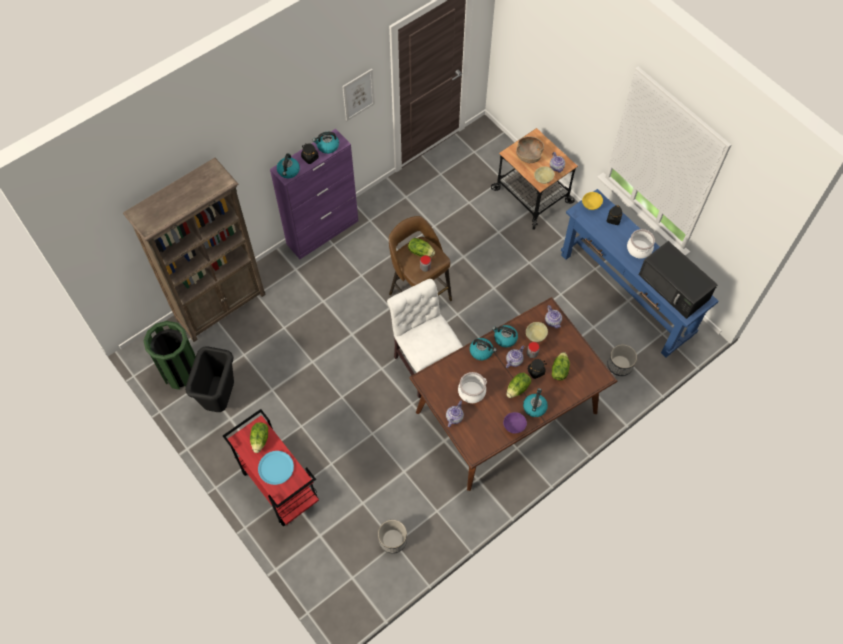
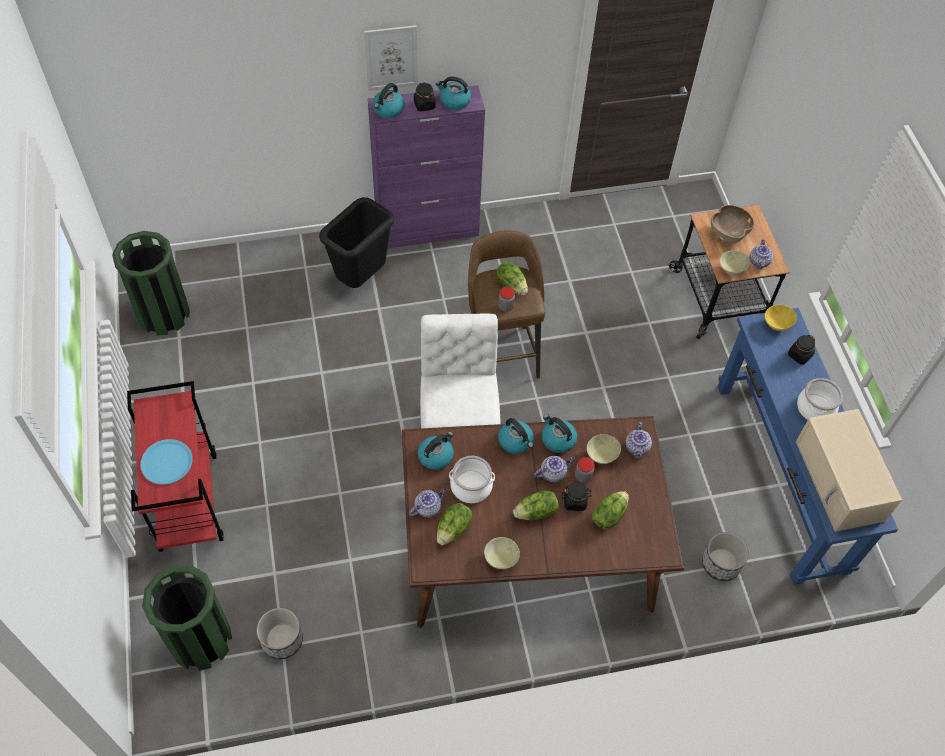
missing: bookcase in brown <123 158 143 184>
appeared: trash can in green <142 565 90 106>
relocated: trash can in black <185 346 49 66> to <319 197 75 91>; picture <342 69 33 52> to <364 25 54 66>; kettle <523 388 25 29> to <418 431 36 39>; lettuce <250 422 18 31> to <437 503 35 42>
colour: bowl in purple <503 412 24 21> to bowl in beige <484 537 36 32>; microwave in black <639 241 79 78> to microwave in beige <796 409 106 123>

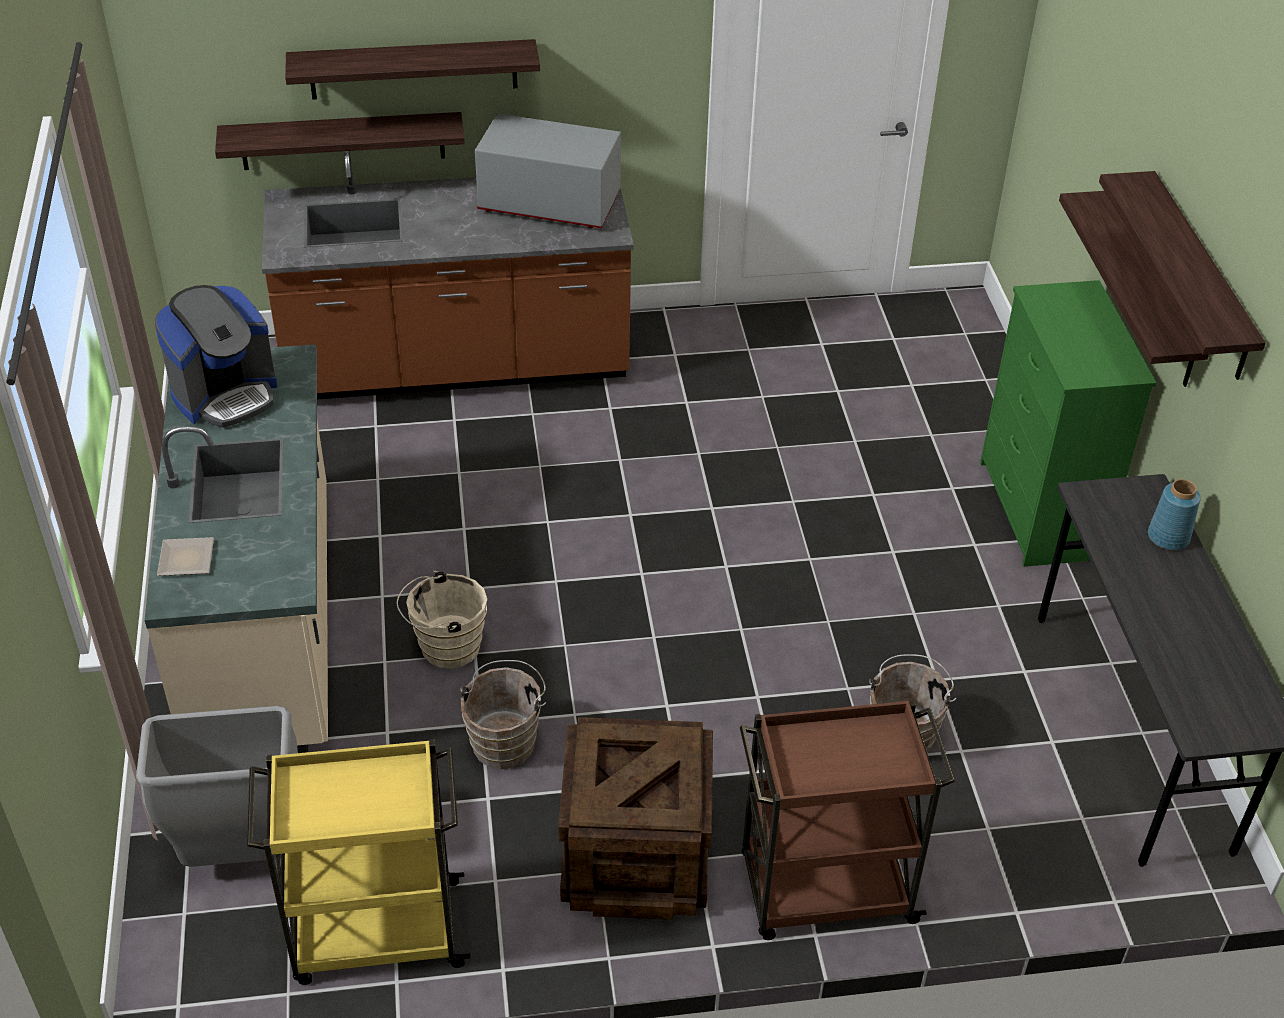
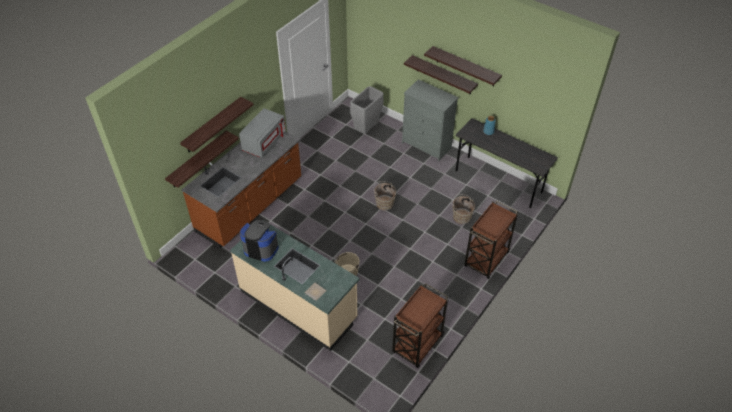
missing: crate <558 717 155 203>
relocated: trash can in grey <136 706 162 161> to <350 86 34 48>; bucket in brown <460 660 86 109> to <373 181 23 30>
colour: cart in yellow <247 739 223 246> to cart in brown <392 283 56 85>; dresser in green <980 280 176 287> to dresser in grey <402 79 57 82>
spun: microwave in grey <475 113 146 115> = <239 108 47 50> 150 degrees clockwise; coffee machine <155 285 122 142> = <240 220 39 42> 75 degrees counterclockwise

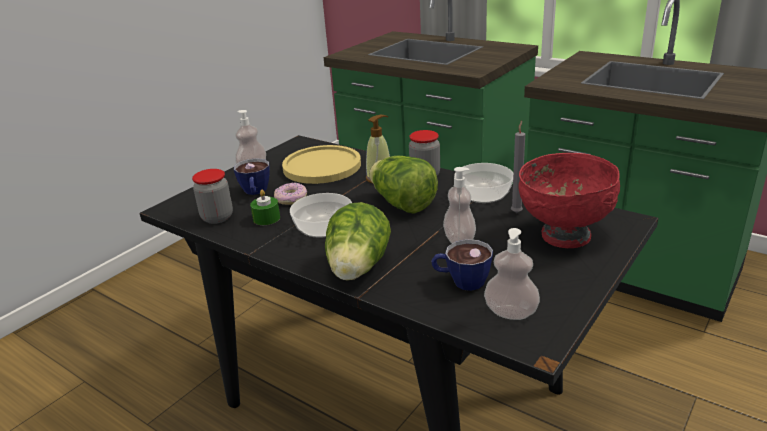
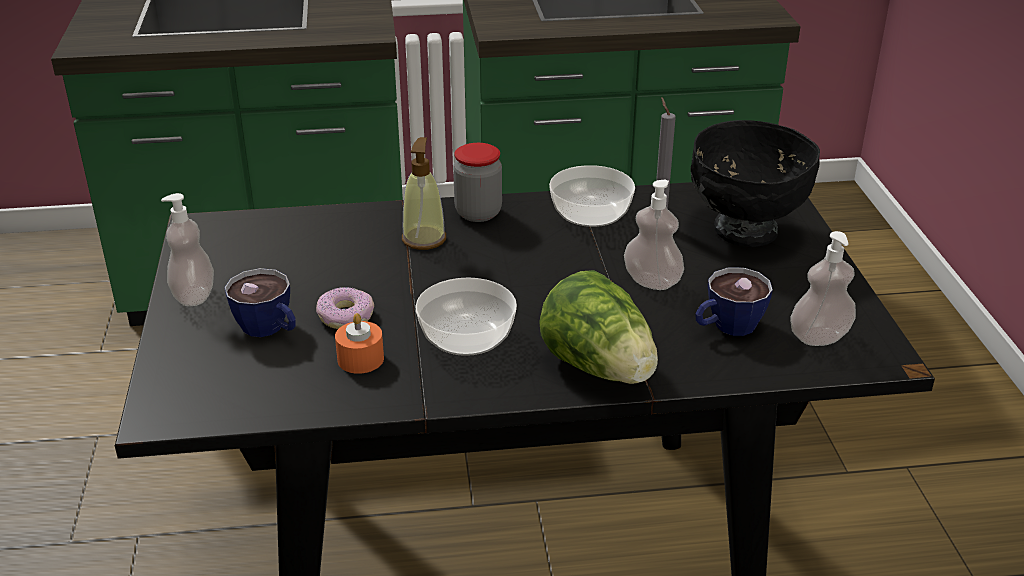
missing: jar <192 169 41 55>; plate in yellow <282 145 79 39>; lettuce <370 155 68 59>
colour: candle in green <250 190 30 35> to candle in orange <335 313 49 61>; bowl in red <518 153 102 95> to bowl in black <691 120 129 127>

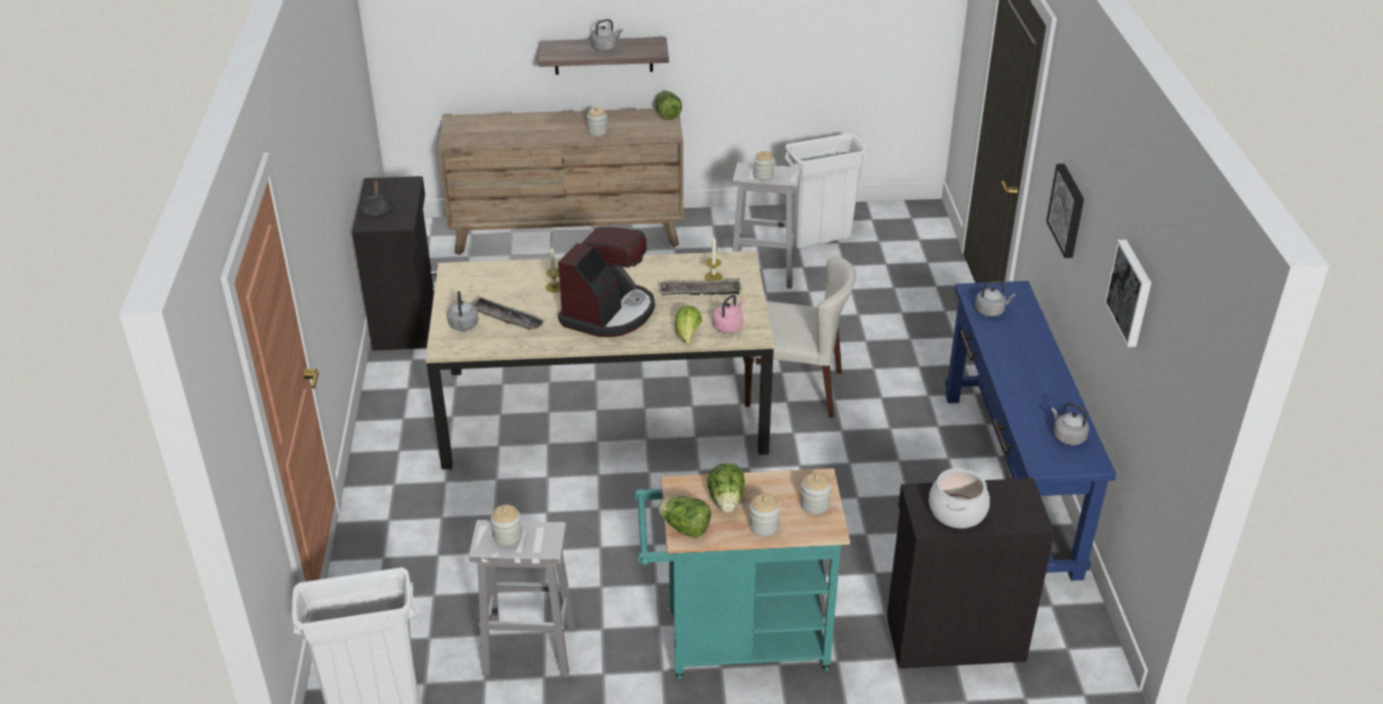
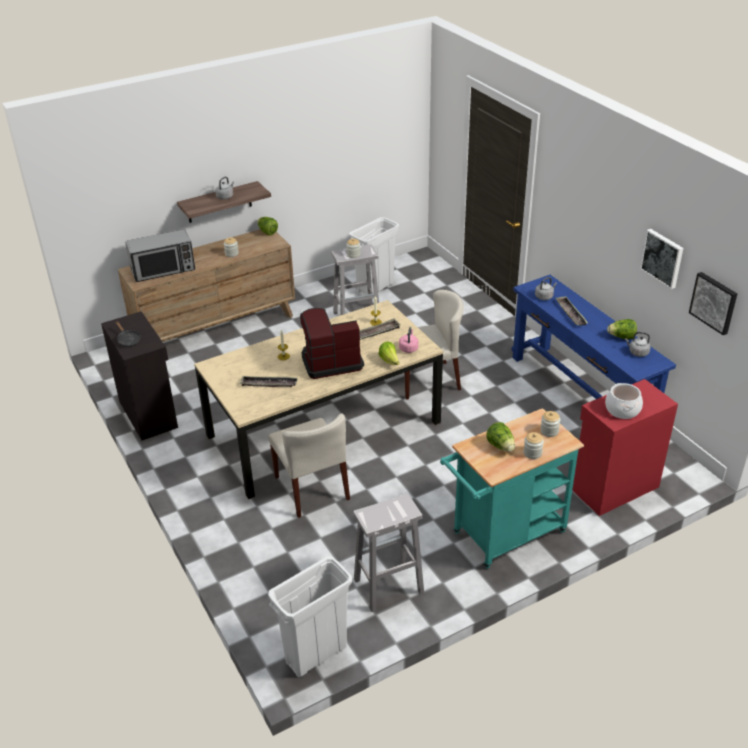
missing: kettle in grey <447 291 32 40>; jar <491 505 31 41>
appeared: microwave <125 229 70 53>; chair in beige <268 413 82 105>; tray <555 296 33 30>
relocated: lettuce <658 496 53 43> to <607 319 30 20>; picture <1046 164 38 94> to <689 272 48 63>
colour: cabinet in black <887 478 168 191> to cabinet in red <572 379 106 137>
spun: coffee machine <558 227 97 110> = <300 308 64 71> 105 degrees counterclockwise

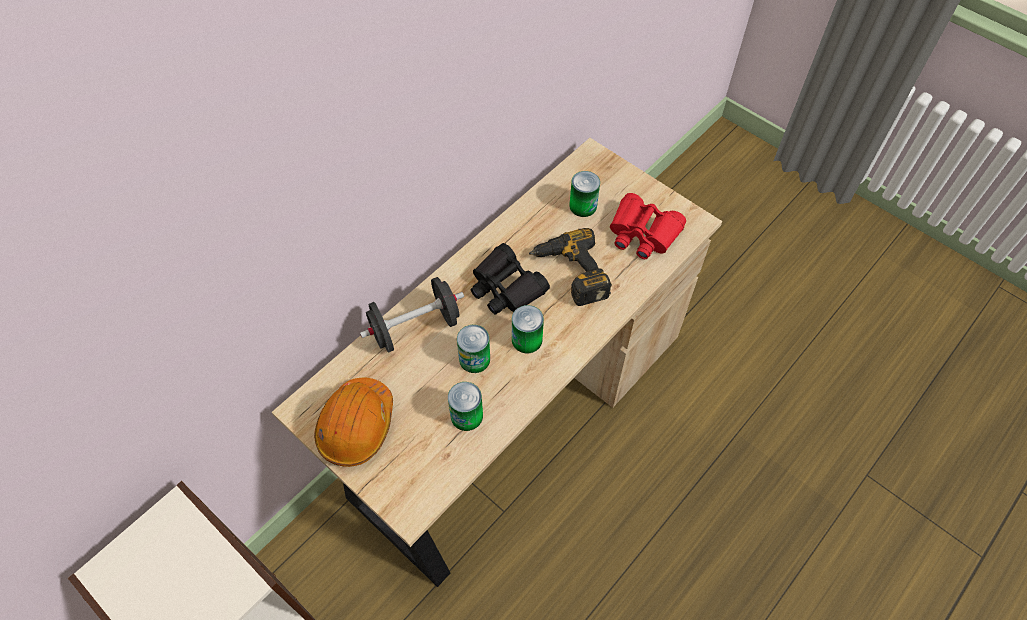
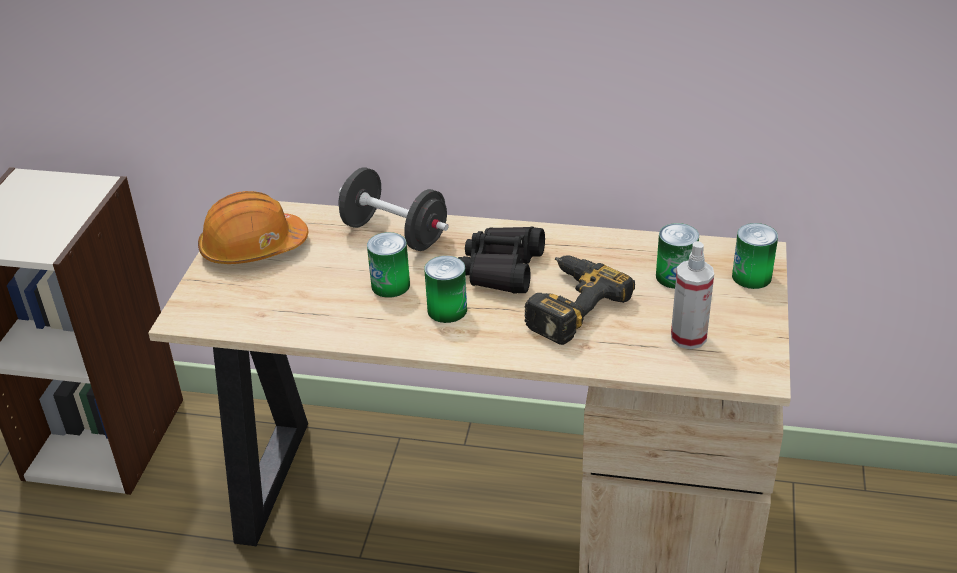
relocated: can <448 382 35 49> to <732 223 46 66>
exchanged: binoculars in red <610 193 76 66> to spray bottle <671 241 43 108>

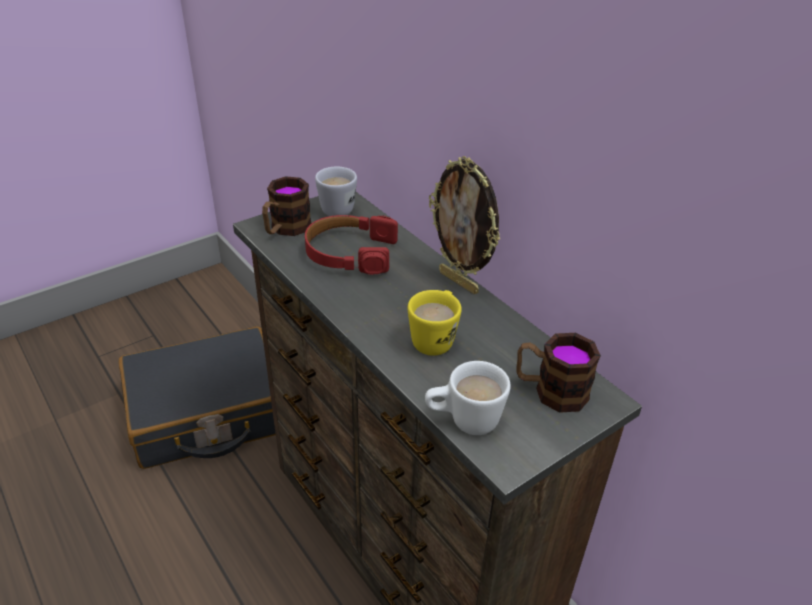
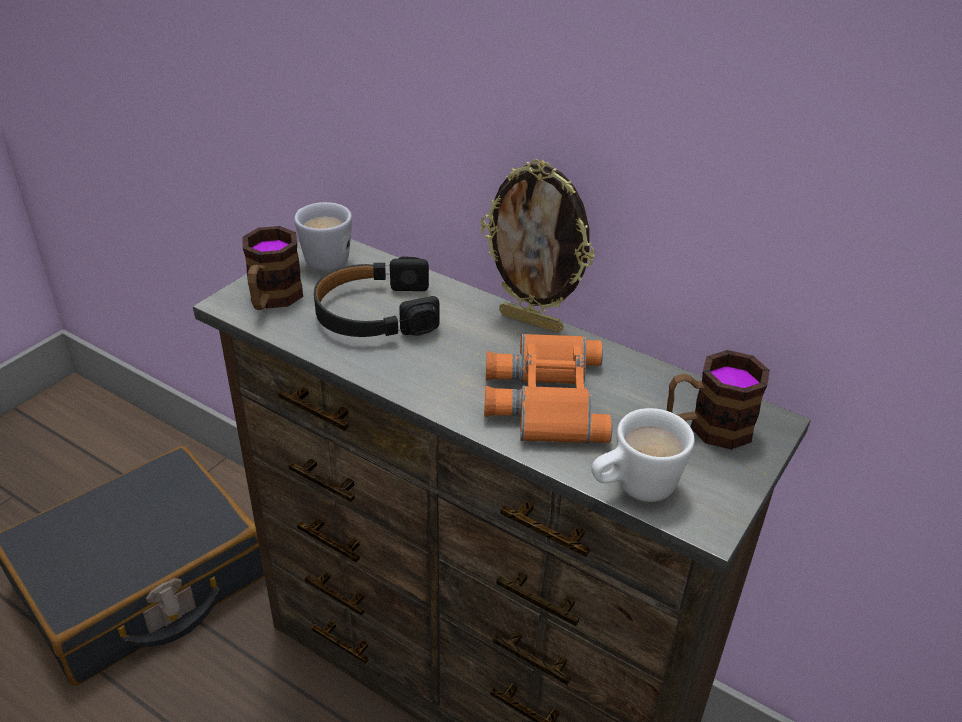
exchanged: mug in yellow <408 290 54 66> to binoculars in orange <484 334 128 110>
colour: headphones in red <305 215 93 60> to headphones in black <314 256 126 81>

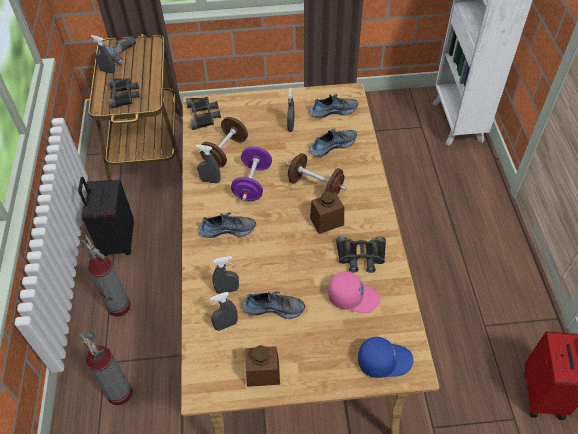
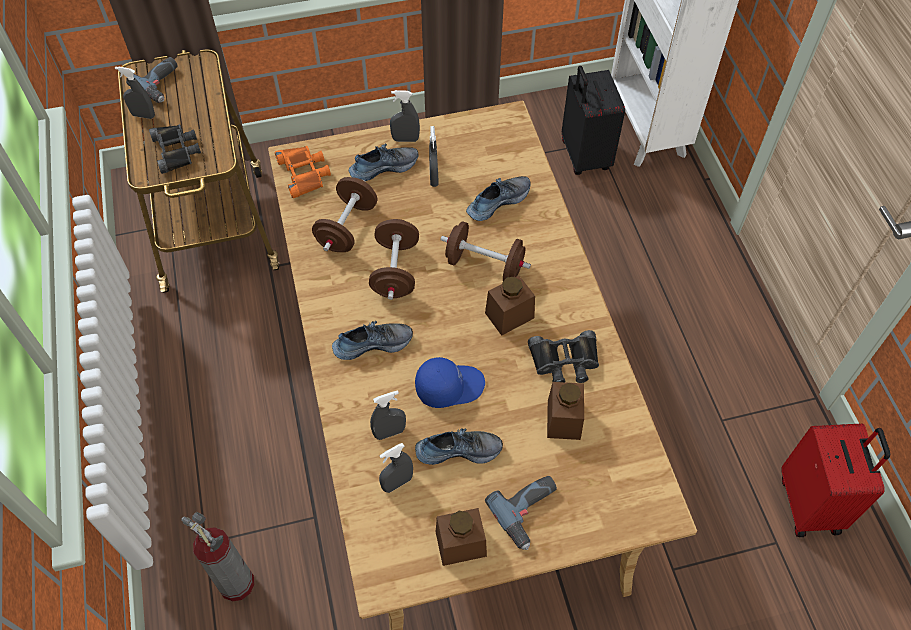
missing: fire extinguisher <80 235 50 82>
appeared: power drill <485 476 72 74>
relocated: shoe <309 94 49 24> to <349 144 70 37>; spray bottle in grey <196 145 25 38> to <390 90 30 52>; cap in blue <358 337 56 41> to <415 357 70 51>; suitcase in black <78 177 56 79> to <562 66 63 109>
exchanged: cap in pink <328 271 52 42> to jar in brown <547 382 37 58>
colour: binoculars in black <186 97 35 33> to binoculars in orange <275 146 56 52>; dumbbell in purple <231 147 41 54> to dumbbell in brown <369 219 50 81>

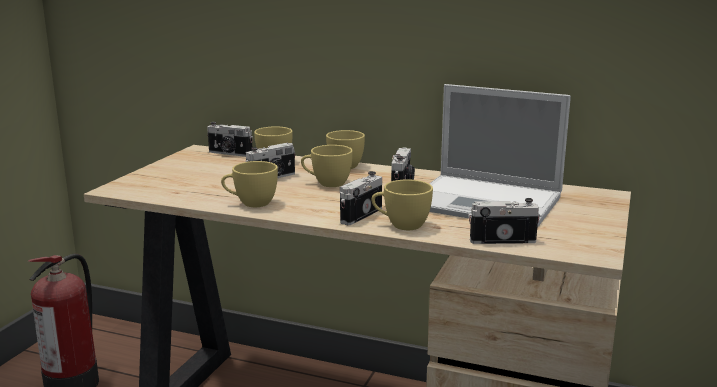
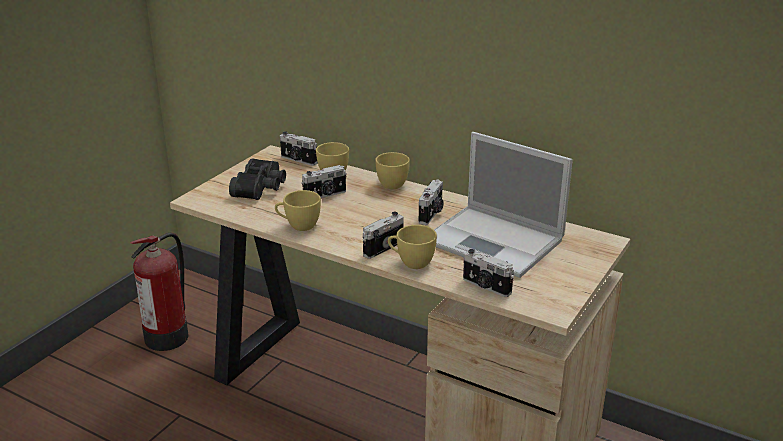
missing: cup in yellow <301 145 52 42>
appeared: binoculars in black <229 159 57 41>
spun: photo camera <468 198 72 46> = <463 249 51 48> 150 degrees counterclockwise

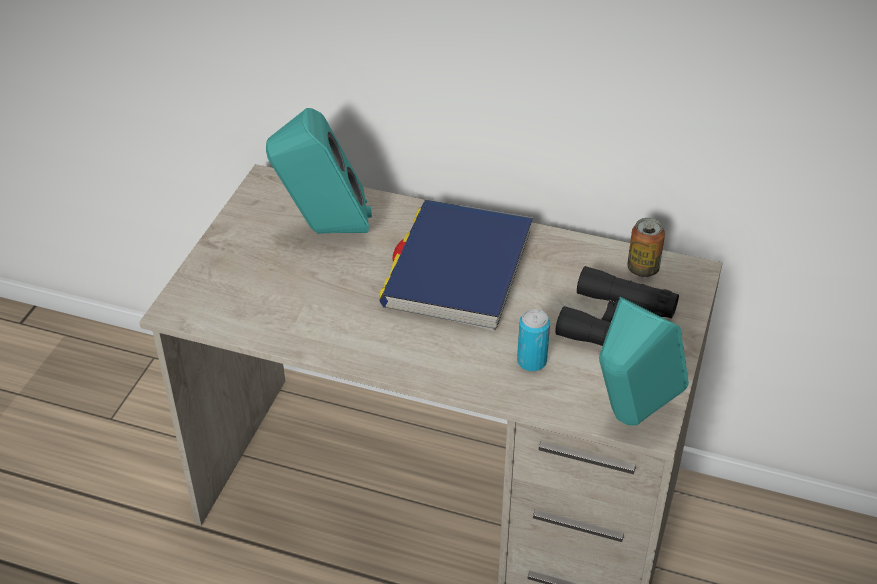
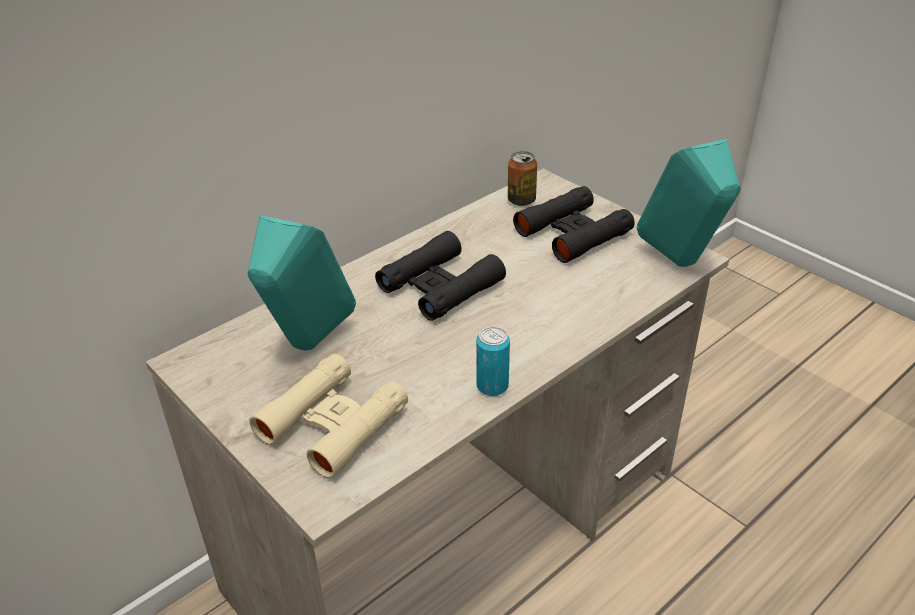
appeared: binoculars in beige <249 354 159 125>
relocated: can <517 309 33 63> to <476 327 34 69>
exchanged: book in blue <379 200 154 131> to binoculars in black <375 231 131 90>

